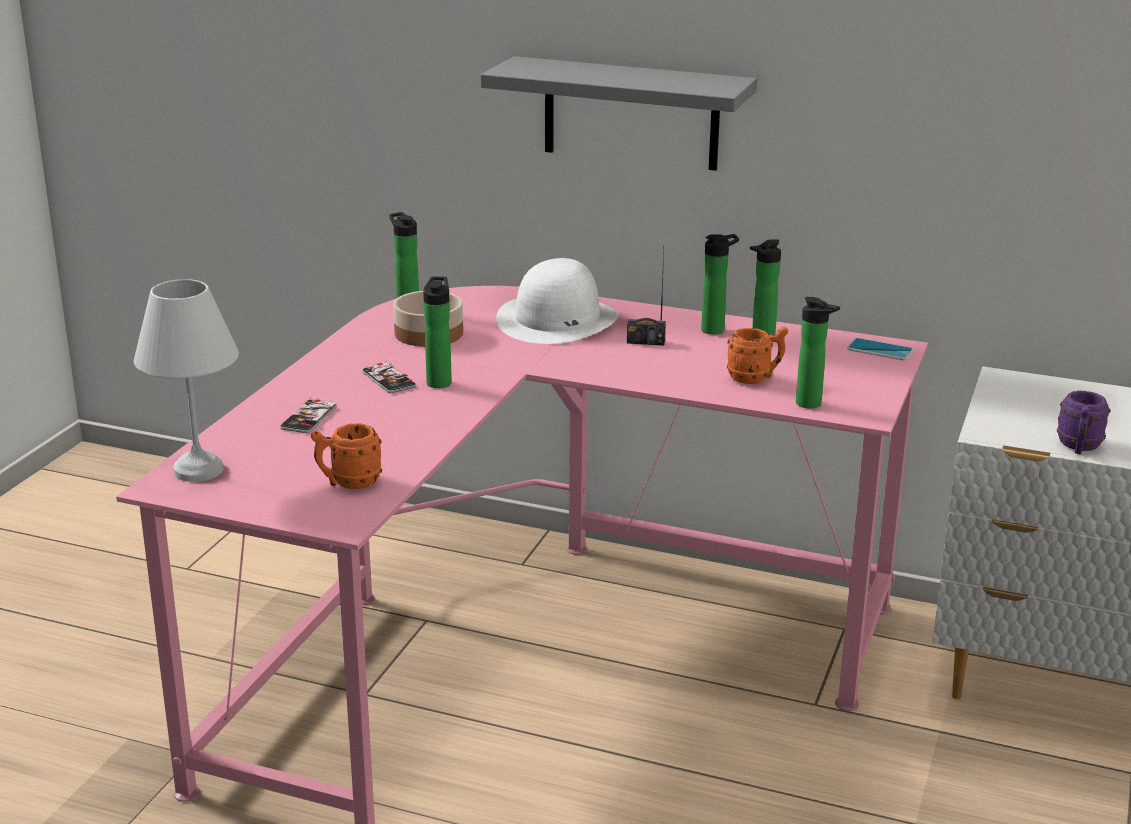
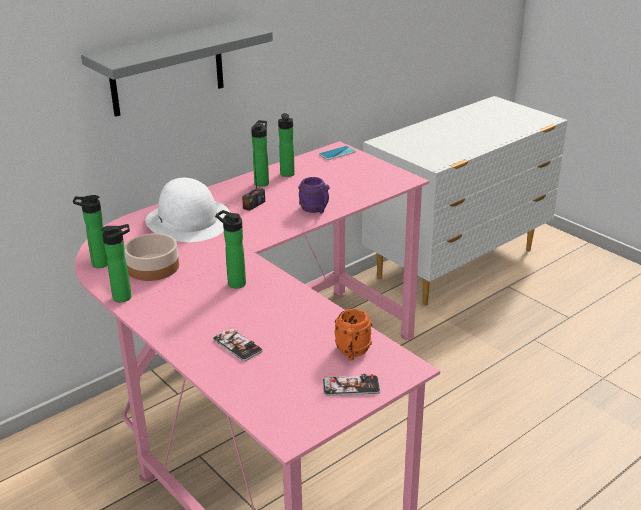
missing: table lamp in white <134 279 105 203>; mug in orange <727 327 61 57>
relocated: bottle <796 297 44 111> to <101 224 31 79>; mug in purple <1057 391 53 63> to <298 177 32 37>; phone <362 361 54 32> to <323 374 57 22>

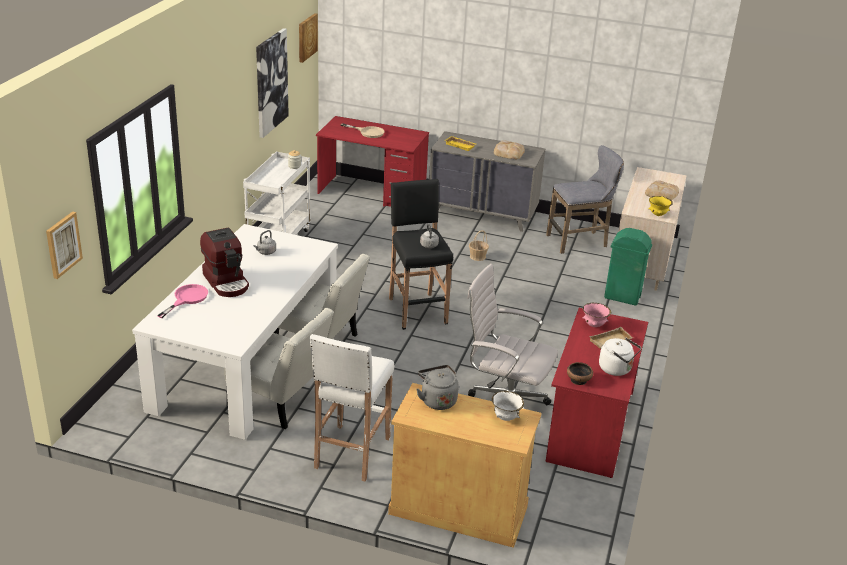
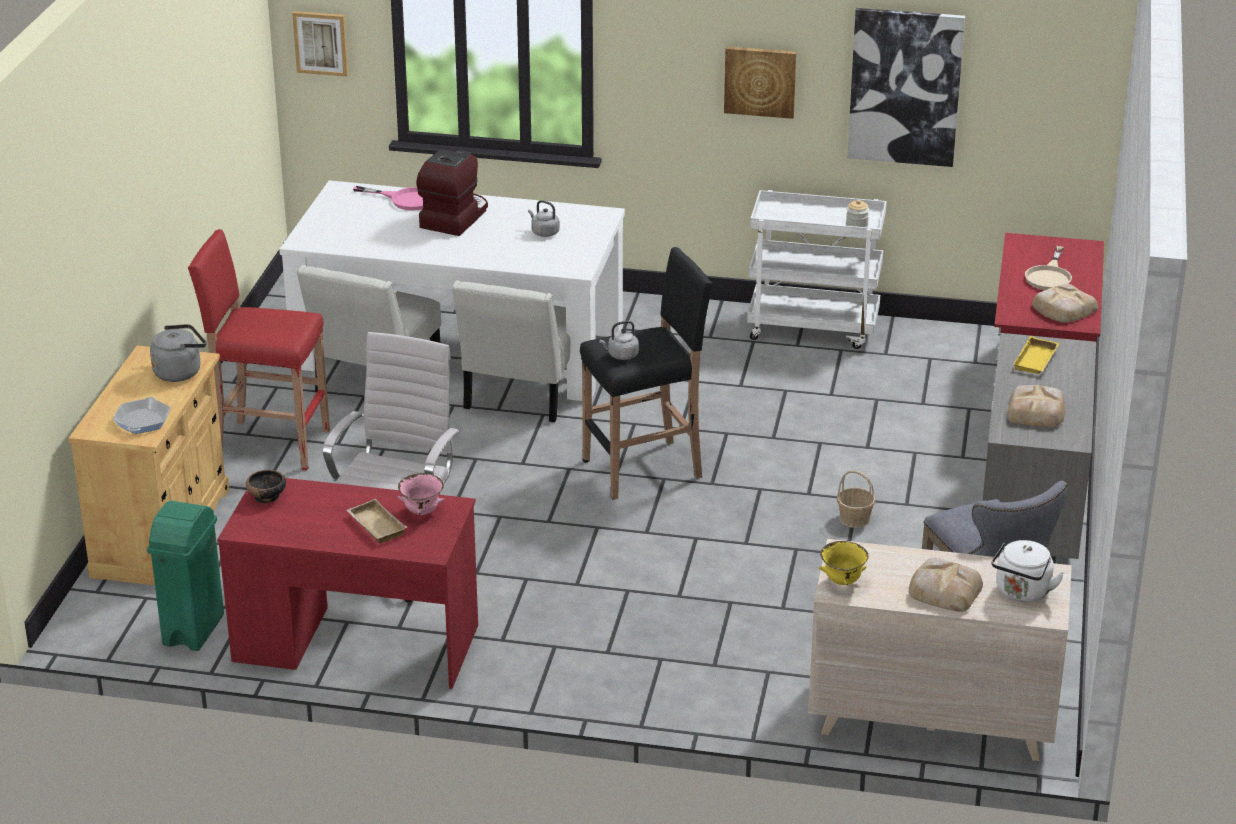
appeared: bread <1032 284 66 39>
relocated: trash can in green <604 228 48 78> to <147 501 77 150>; picture <299 13 19 50> to <724 46 73 73>; kettle in white <599 338 42 38> to <991 540 73 62>
exchanged: bowl in white <492 391 32 30> to frying pan <113 397 58 37>
colour: stool in white <310 334 84 147> to stool in red <188 229 142 242>
spun: coffee machine <200 228 49 69> = <416 149 72 87> 150 degrees clockwise

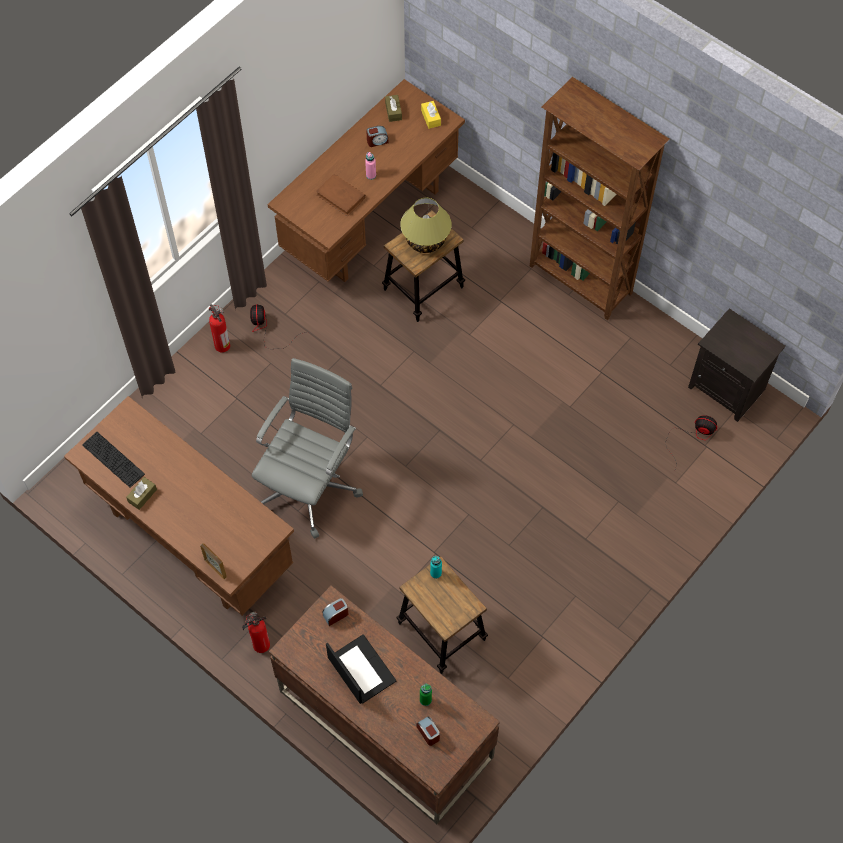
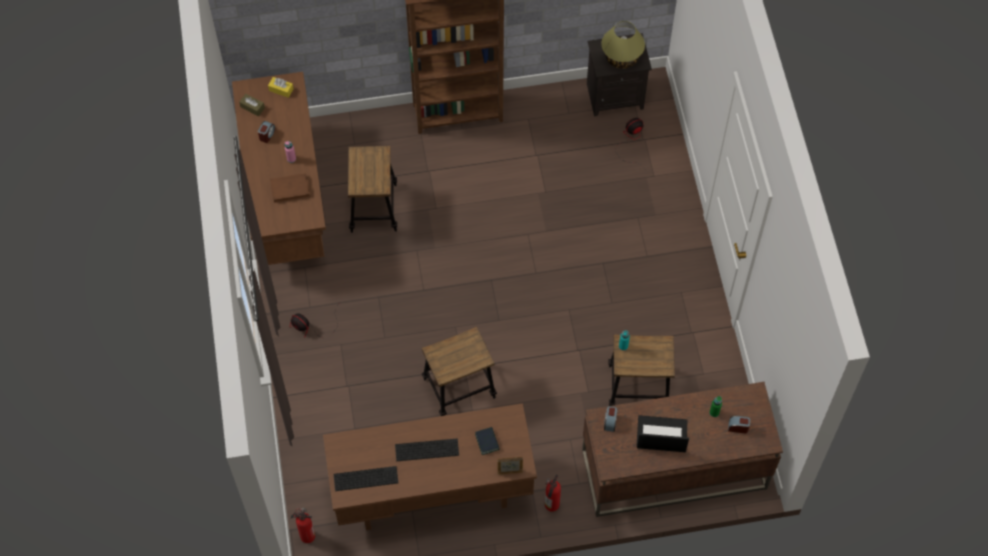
missing: tissue box in brown <126 477 31 33>
appeared: keyboard <395 439 64 22>; book <475 427 25 28>
relocated: fire extinguisher <209 304 21 49> to <291 508 24 35>; table lamp <400 198 52 55> to <602 21 43 48>
exchanged: office chair in grey <252 358 111 181> to stool <422 327 75 89>

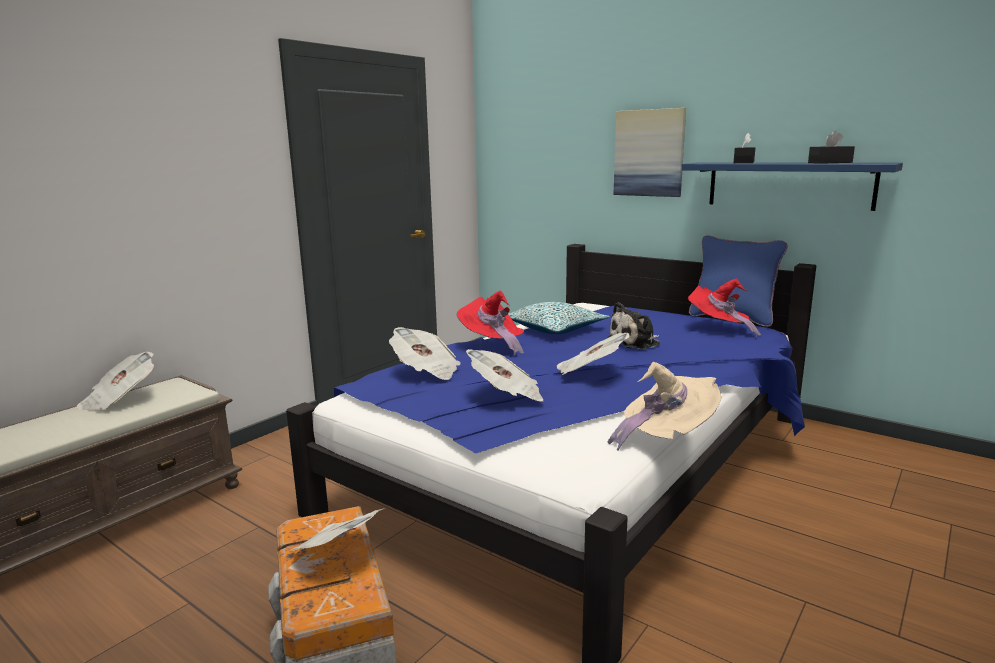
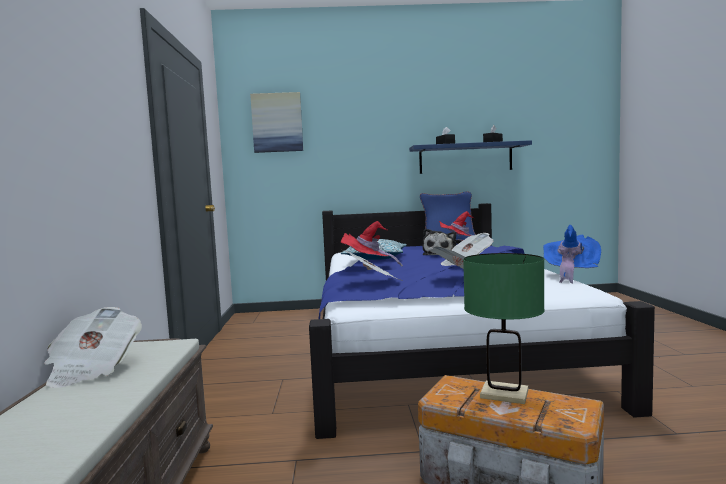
relocated: picture <613 108 73 89> to <250 92 53 61>
exchanged: newspaper <291 508 94 43> to table lamp in green <463 253 82 151>
colour: hat in beige <608 362 113 89> to hat in blue <543 225 58 58>

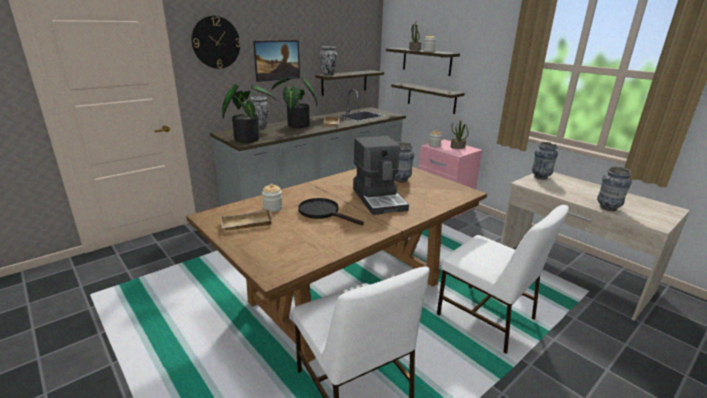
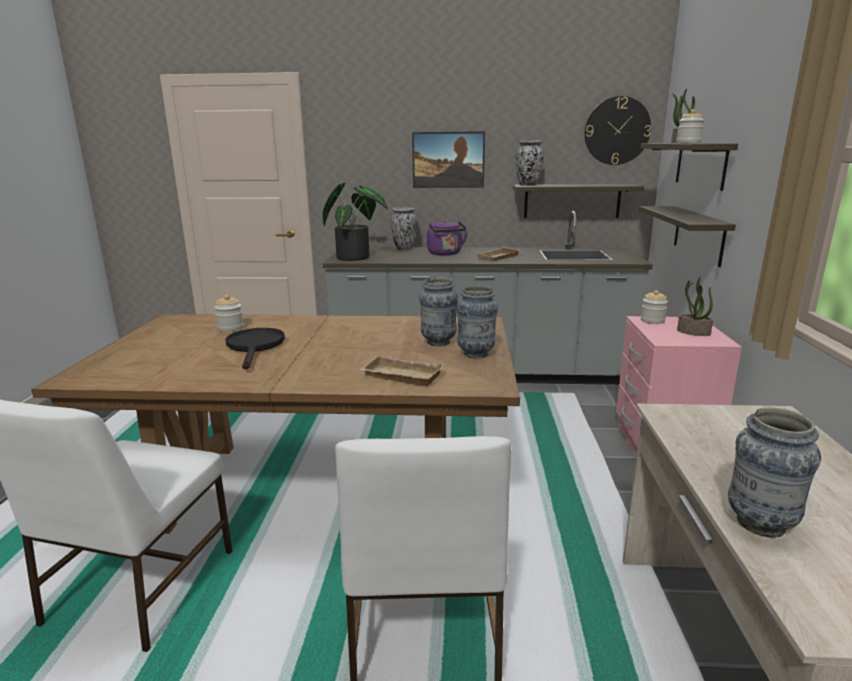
missing: coffee machine <353 136 56 79>
relocated: tray in beige <220 208 53 23> to <359 355 85 31>; vase <532 142 26 38> to <457 285 41 73>; wall clock <192 16 49 53> to <584 96 67 69>
exchanged: potted plant <271 77 46 51> to kettle in purple <427 219 41 37>

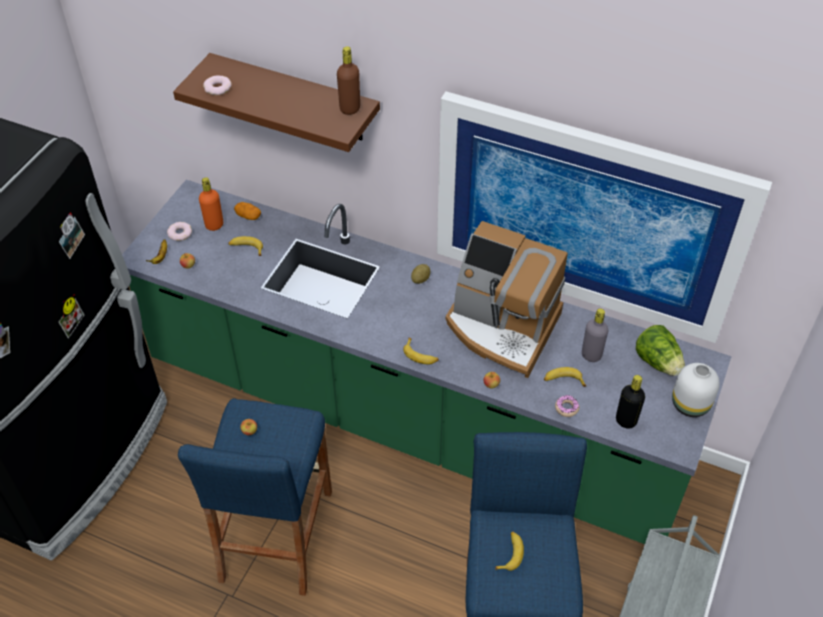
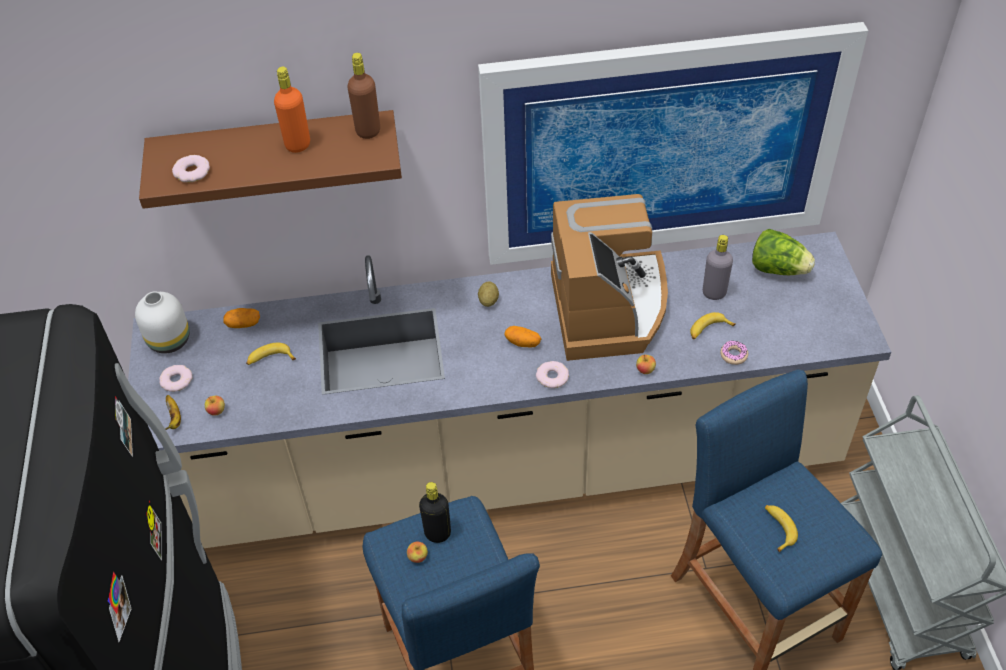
appeared: potato <504 326 37 22>
relocated: vase in white <672 363 48 54> to <135 291 55 63>; bottle in orange <199 177 24 54> to <274 67 36 86>; bottle in black <616 375 29 53> to <419 482 32 61>
exchanged: banana <403 338 36 26> to donut <536 361 33 27>
colour: counter in green <122 180 610 364> to counter in beige <128 232 763 316>
spun: coffee machine <446 221 122 157> = <551 194 117 167> 90 degrees counterclockwise

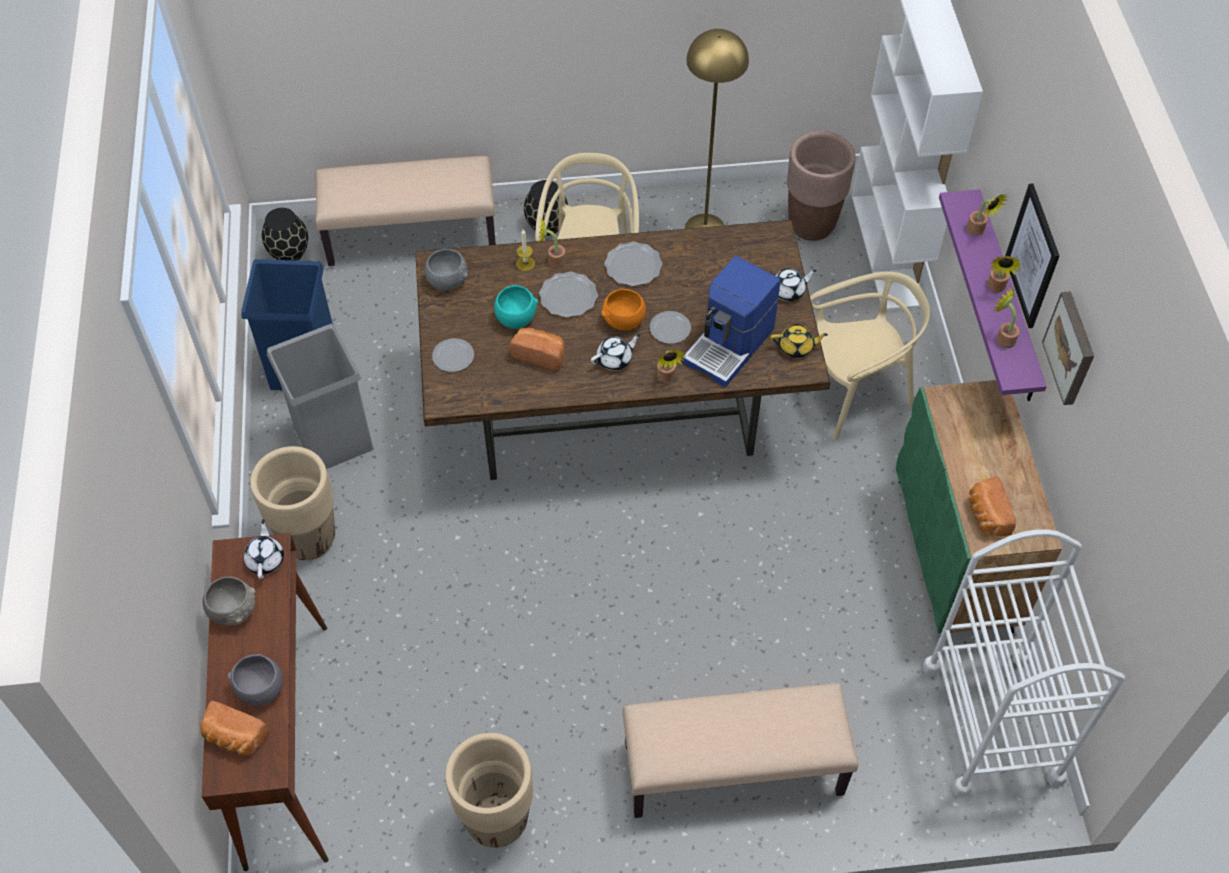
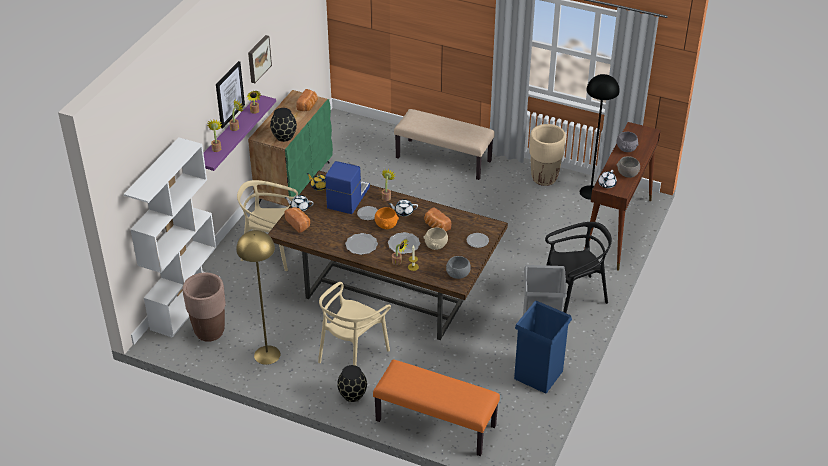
missing: cart in white <923 529 202 269>
appeared: floor lamp in black <580 74 40 126>
relocated: vase in black <262 208 46 53> to <270 108 27 34>; bread <200 701 69 55> to <285 207 25 26>
exchanged: planter in beige <250 446 85 114> to chair in black <545 222 67 91>
colour: bench in beige <315 156 181 110> to bench in orange <373 360 127 96>; bowl in turquoise <494 285 44 44> to bowl in beige <423 227 25 23>
spun: coffee machine <682 256 98 132> = <325 161 45 53> 45 degrees counterclockwise

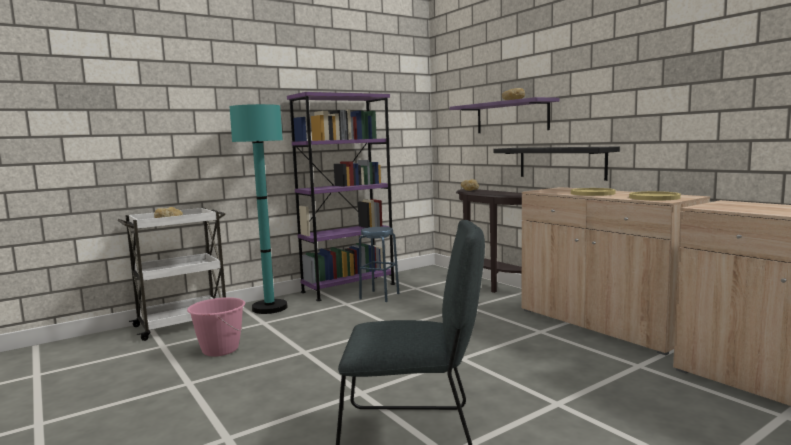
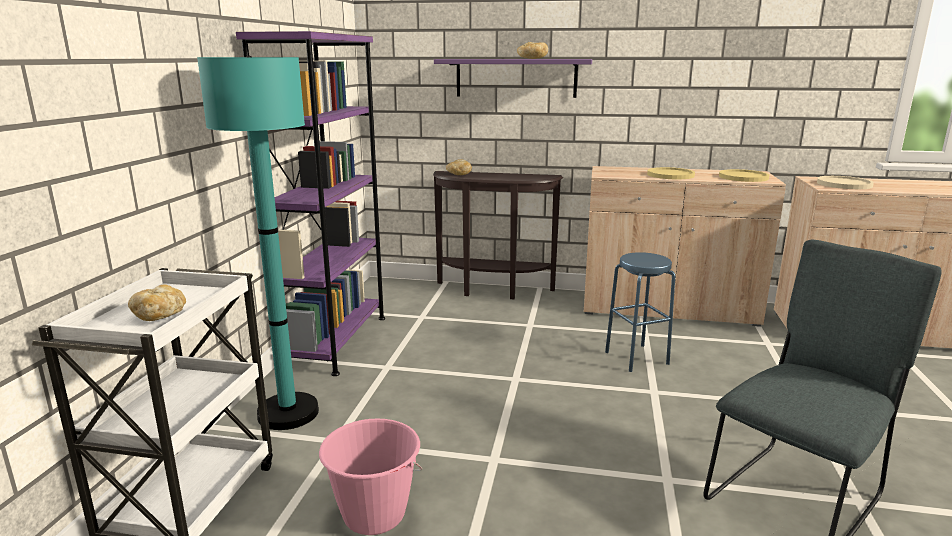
missing: shelf in black <493 147 127 34>
appeared: plate in beige <817 176 57 13>
relocated: stool in blue <359 227 40 75> to <605 252 70 120>

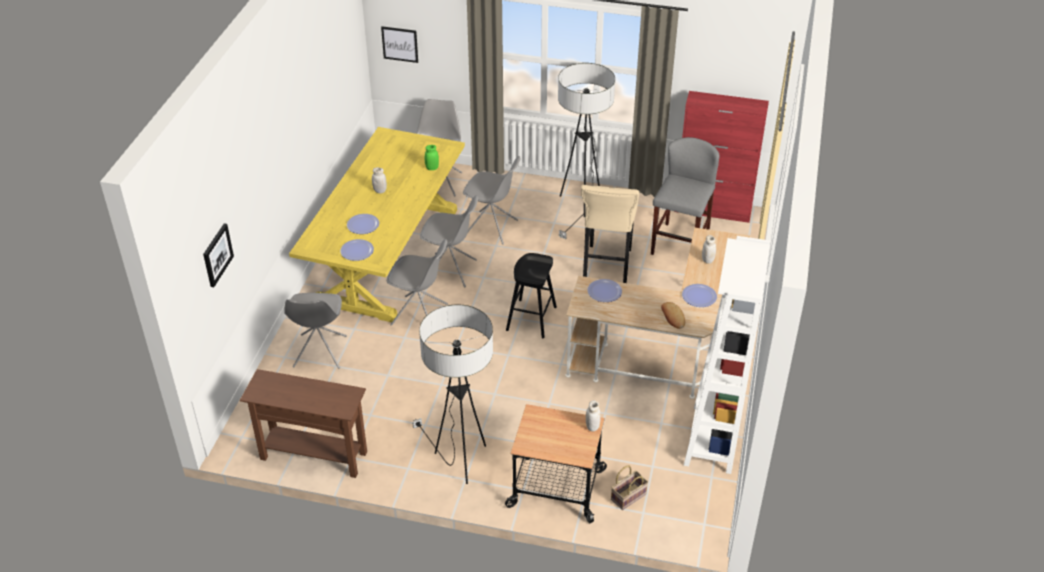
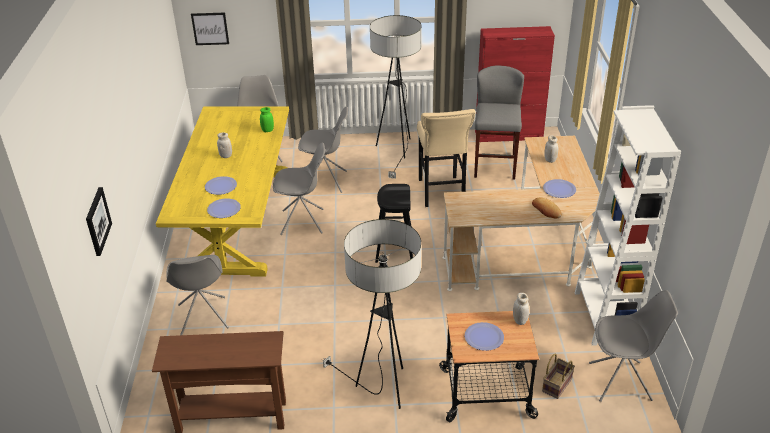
relocated: plate <587 279 35 23> to <465 322 39 29>; chair in grey <387 239 61 87> to <589 290 89 112>

